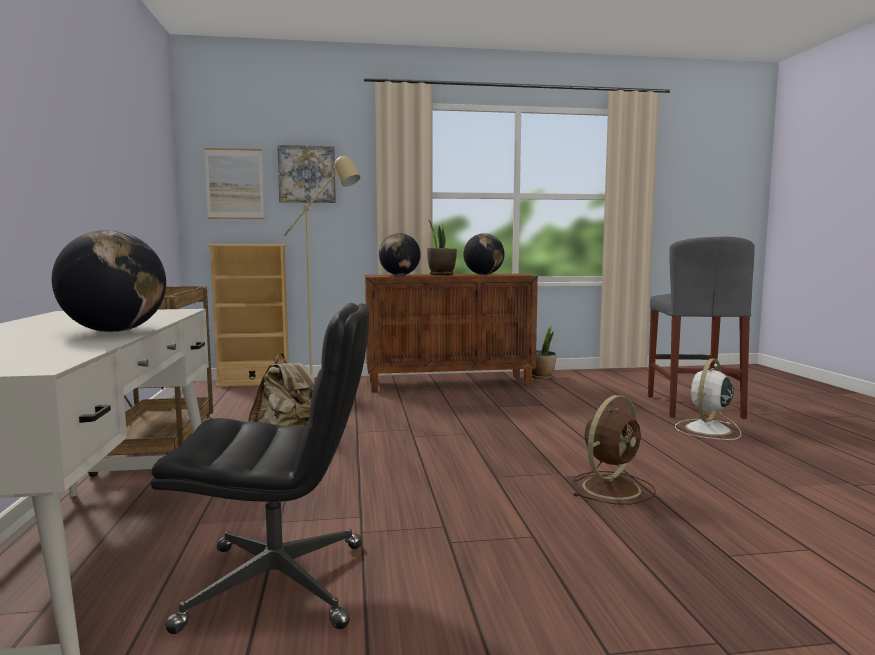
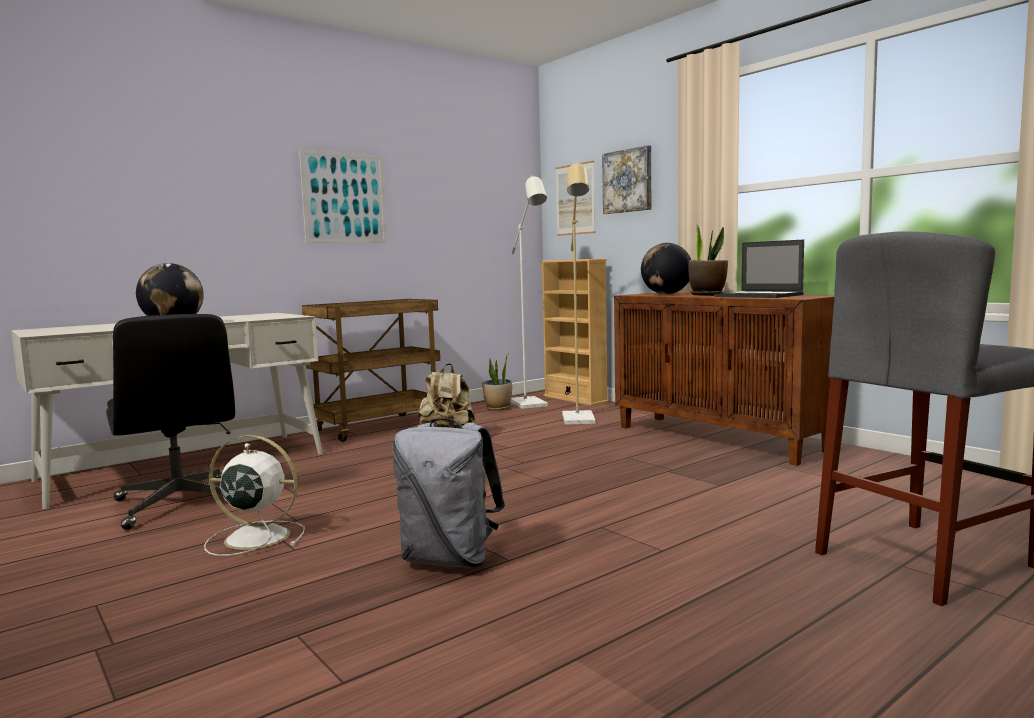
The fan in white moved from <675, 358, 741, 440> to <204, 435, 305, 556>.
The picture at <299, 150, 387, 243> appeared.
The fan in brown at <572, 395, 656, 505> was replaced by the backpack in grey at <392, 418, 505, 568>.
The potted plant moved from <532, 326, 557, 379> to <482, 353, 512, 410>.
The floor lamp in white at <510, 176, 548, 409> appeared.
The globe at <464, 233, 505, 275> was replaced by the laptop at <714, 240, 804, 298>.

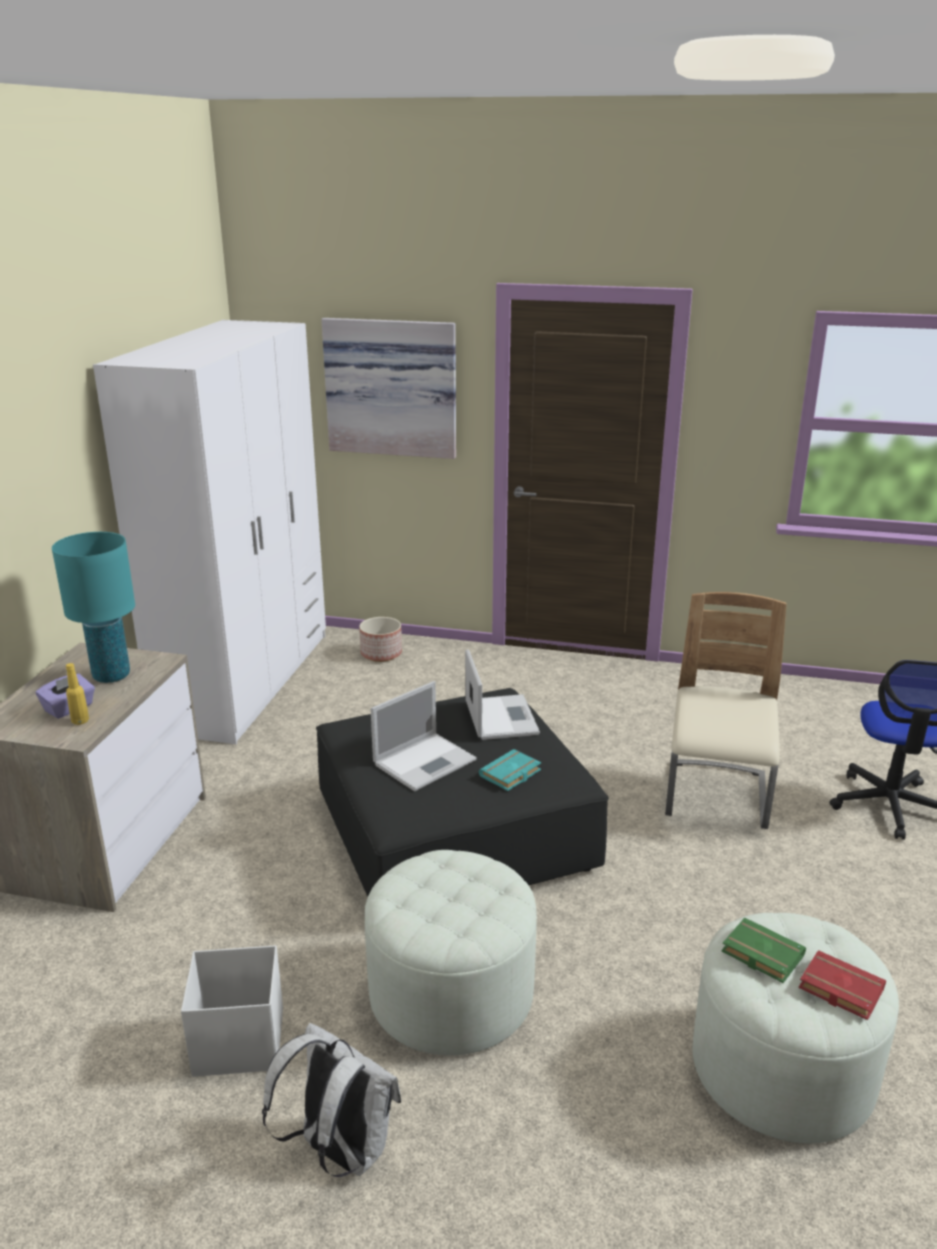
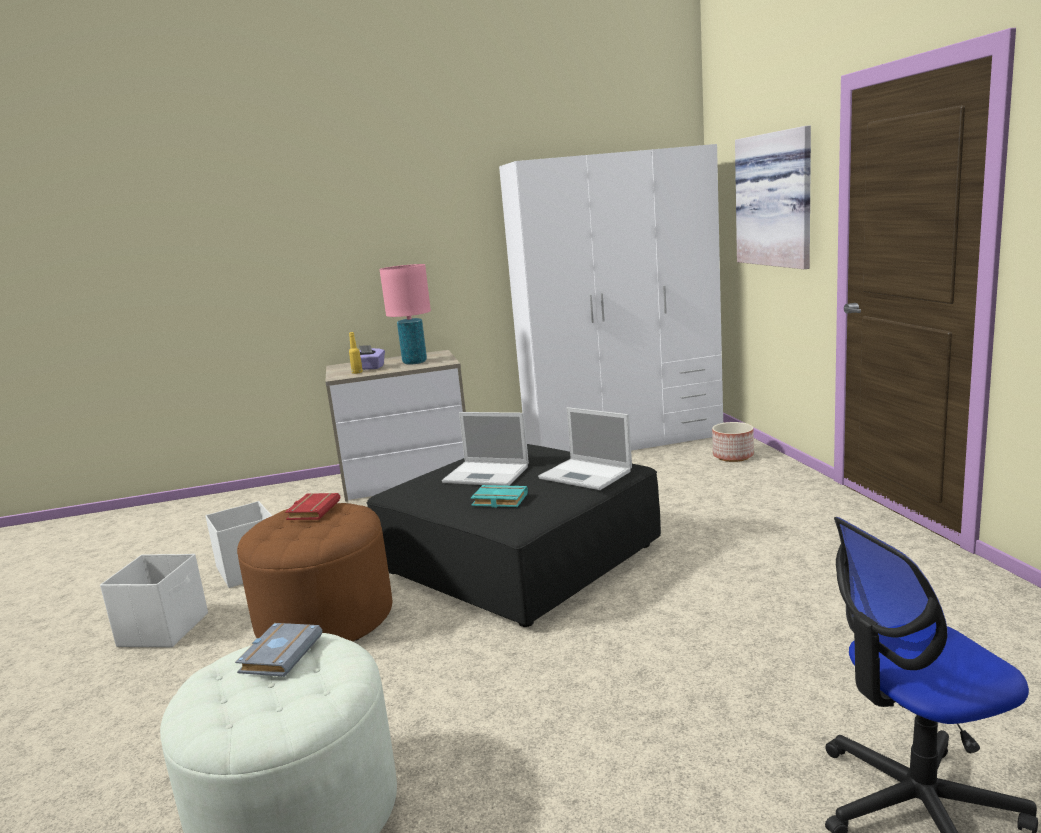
The backpack in white at <262, 1023, 401, 1177> was replaced by the storage box in white at <100, 554, 208, 647>.
The book in green at <722, 918, 806, 983> became the book in grey at <235, 623, 323, 677>.
The ottoman in white at <365, 850, 537, 1056> became the ottoman in brown at <237, 503, 392, 642>.
The book in red moved from <799, 950, 886, 1020> to <285, 493, 341, 520>.
The table lamp in turquoise at <52, 532, 135, 683> became the table lamp in pink at <380, 264, 431, 365>.
The laptop at <465, 649, 540, 740> turned 75 degrees clockwise.
The chair in beige at <665, 592, 786, 829> disappeared.

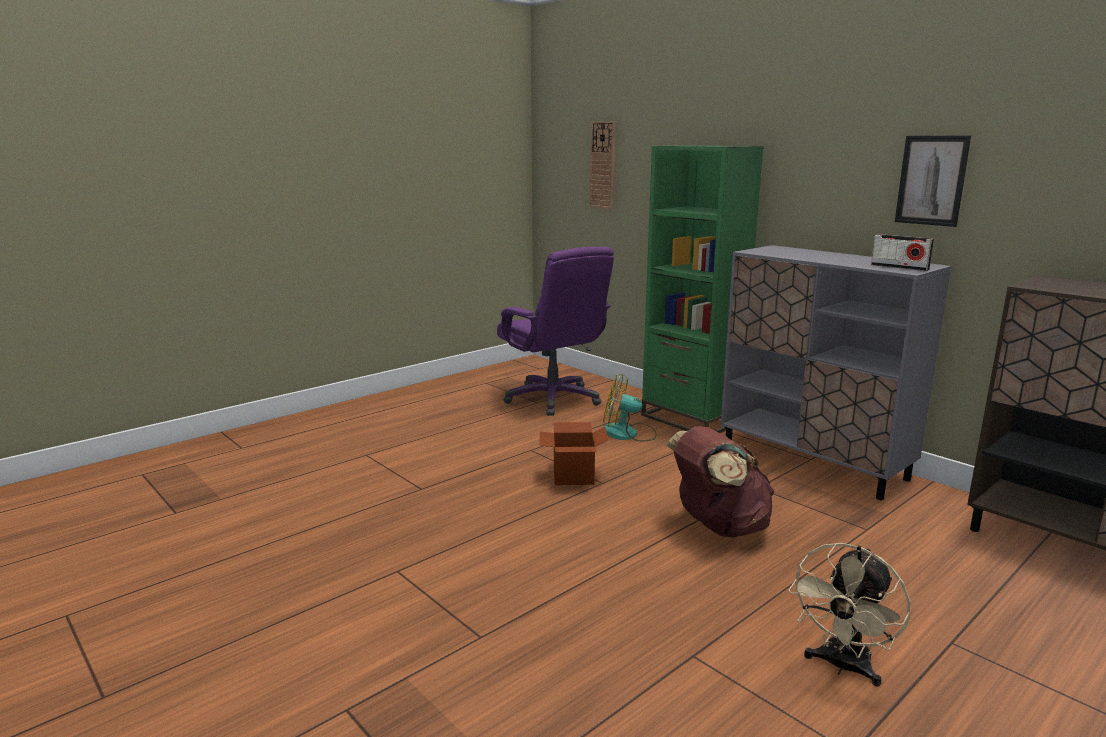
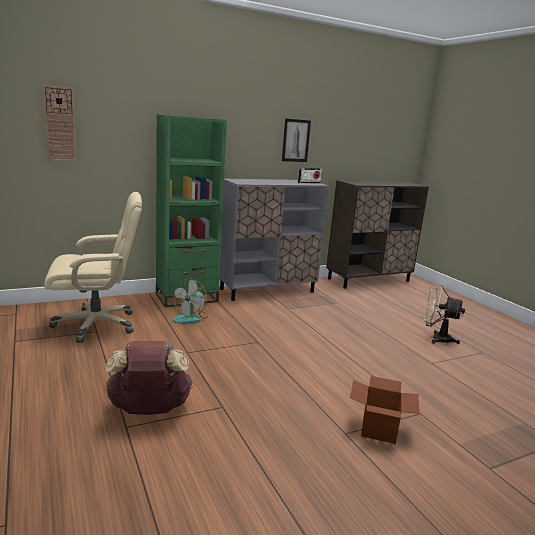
The office chair in purple at <497, 247, 614, 416> became the office chair in beige at <44, 192, 142, 343>.
The backpack in brown moved from <666, 426, 775, 537> to <105, 341, 193, 415>.
The cardboard box moved from <540, 422, 608, 485> to <350, 376, 420, 444>.
The fan in beige at <788, 543, 910, 687> turned 150 degrees clockwise.

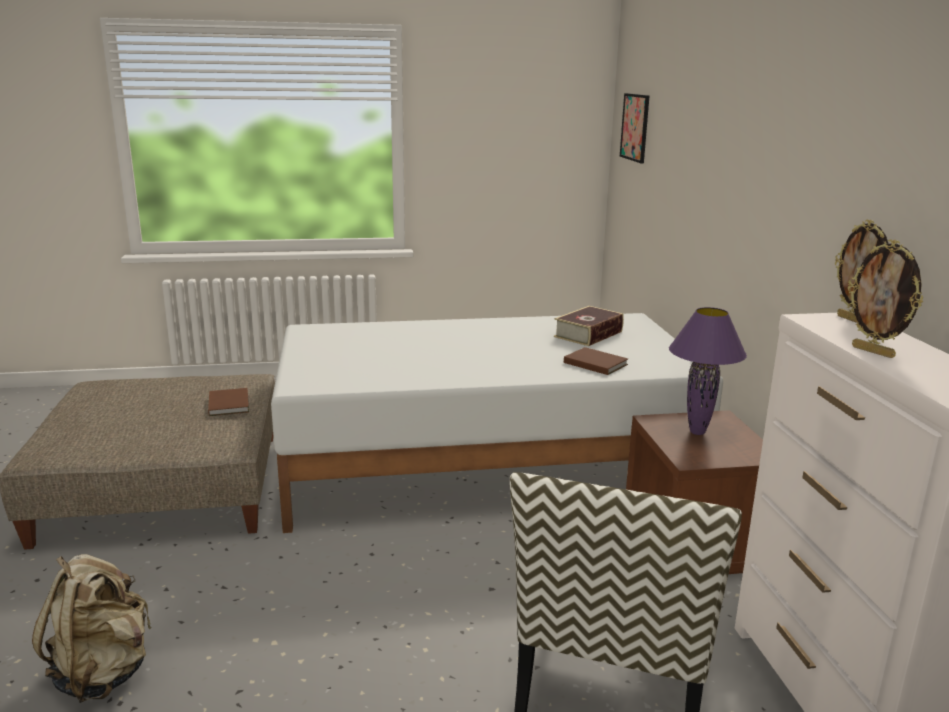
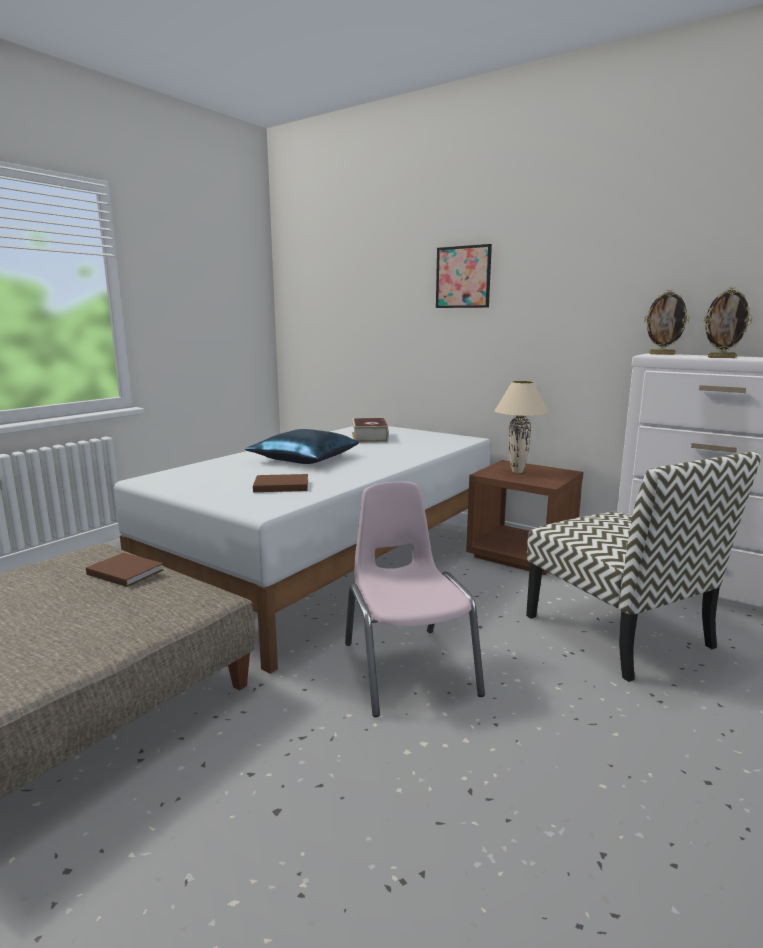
The pillow in blue at <245, 429, 359, 464> appeared.
The book in brown moved from <564, 347, 628, 375> to <253, 474, 308, 492>.
The chair in pink at <345, 481, 485, 717> appeared.
The picture moved from <620, 93, 650, 163> to <436, 244, 492, 308>.
The table lamp in purple at <669, 307, 747, 435> became the table lamp in beige at <494, 381, 549, 473>.
The backpack in beige at <32, 554, 151, 703> disappeared.

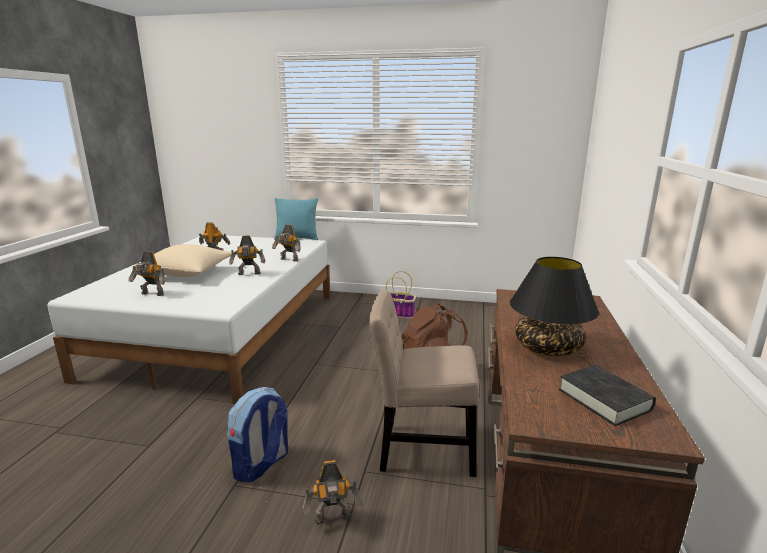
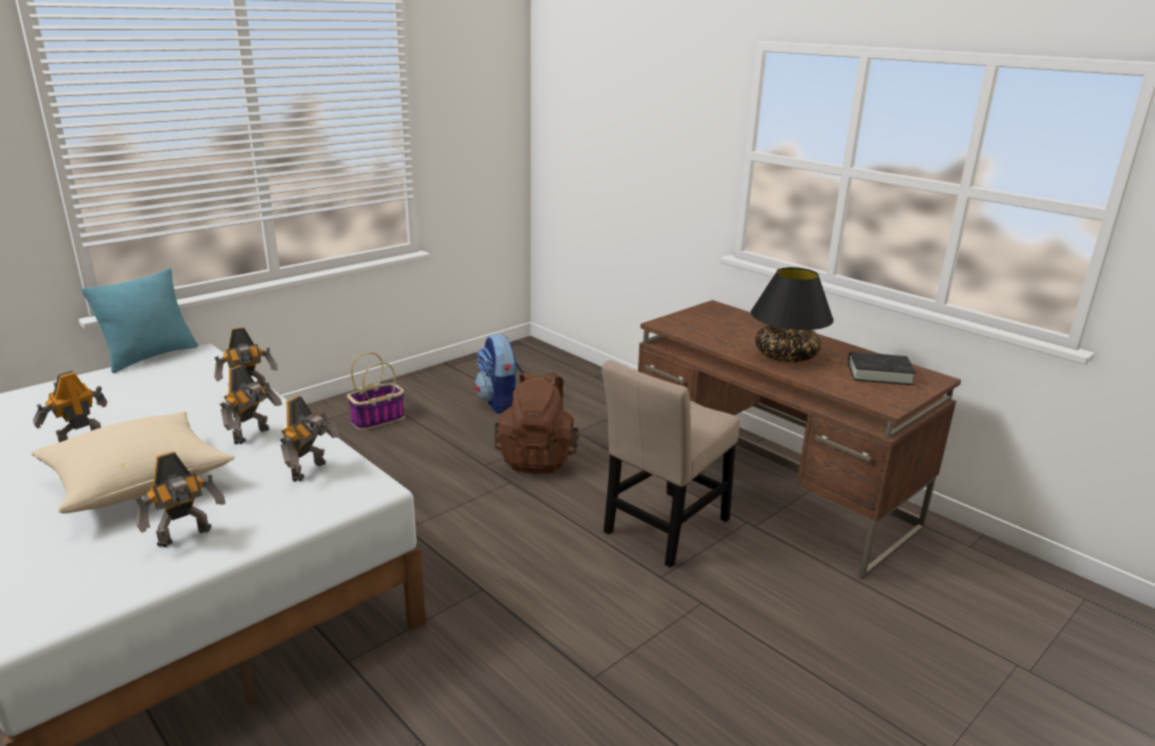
The toy robot moved from <303, 460, 361, 525> to <280, 396, 340, 482>.
The backpack moved from <227, 387, 288, 483> to <475, 333, 523, 414>.

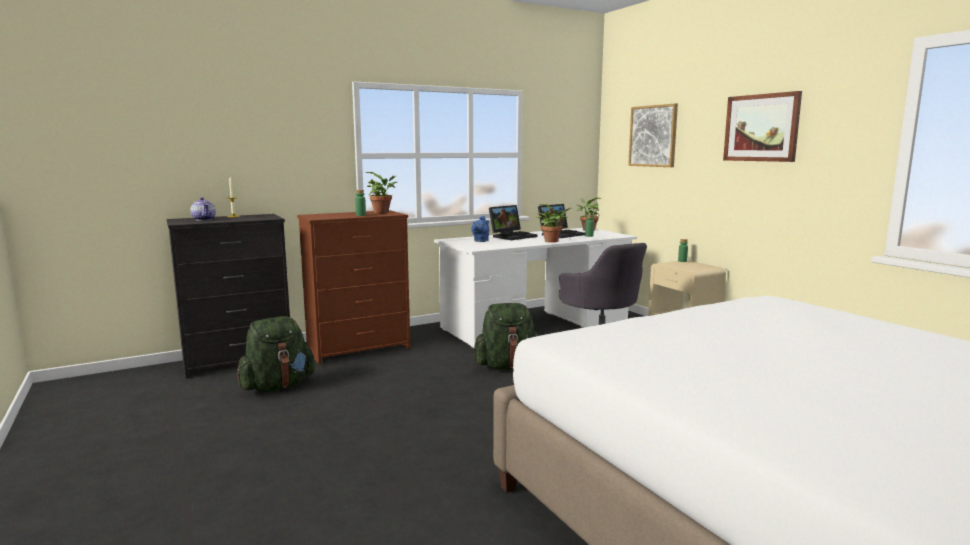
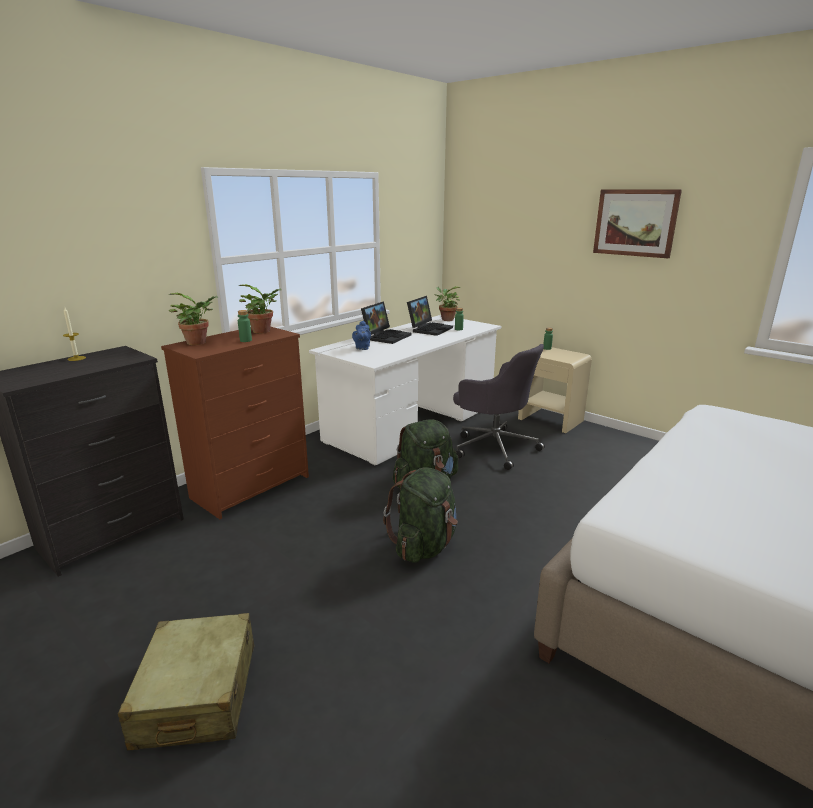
The suitcase in beige at <118, 613, 254, 750> appeared.
The potted plant moved from <536, 204, 573, 243> to <169, 293, 218, 345>.
The backpack in green moved from <237, 316, 315, 392> to <383, 467, 458, 563>.
The teapot at <191, 197, 216, 221> disappeared.
The picture at <628, 104, 678, 167> disappeared.

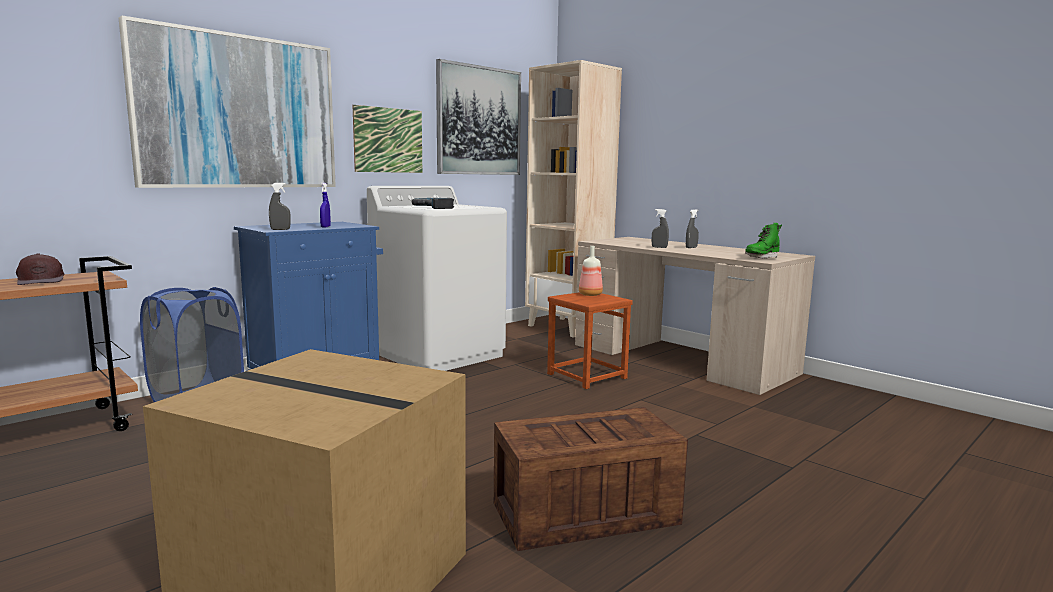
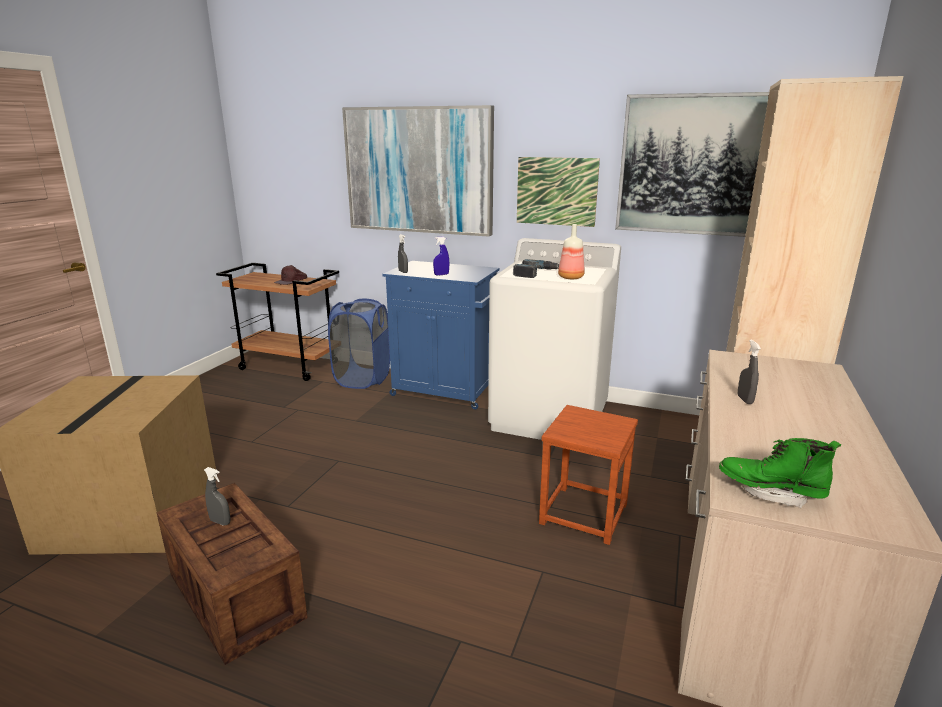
The spray bottle in grey moved from <686, 209, 699, 248> to <204, 467, 230, 525>.
The bottle moved from <579, 246, 603, 296> to <558, 224, 585, 279>.

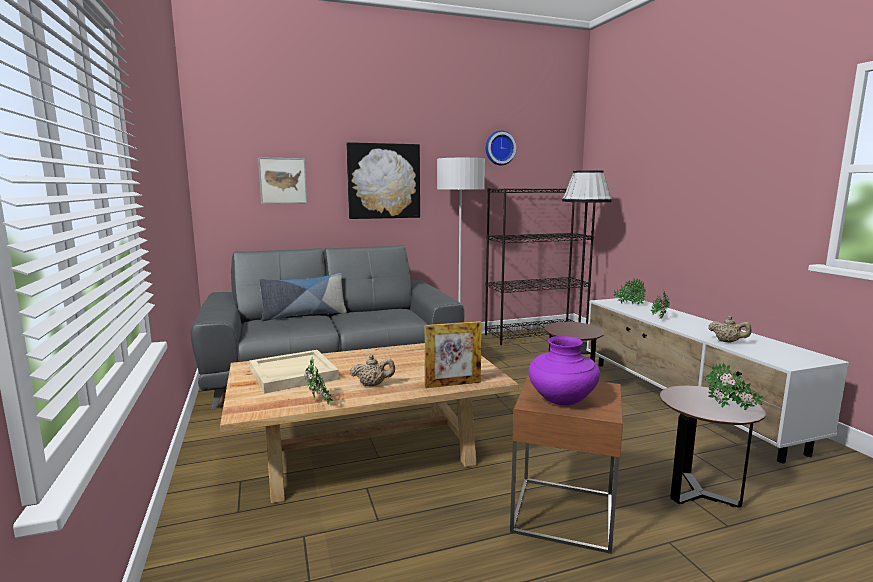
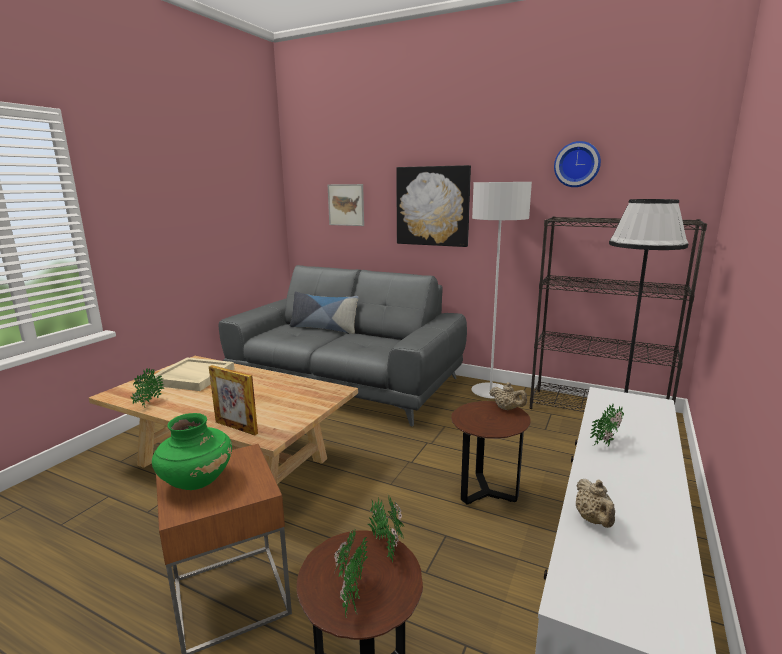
The vase in purple at <528, 336, 600, 406> became the vase in green at <152, 413, 232, 490>.
The potted plant moved from <613, 278, 646, 304> to <367, 493, 404, 562>.
The teapot in beige moved from <350, 355, 395, 386> to <490, 382, 527, 410>.

